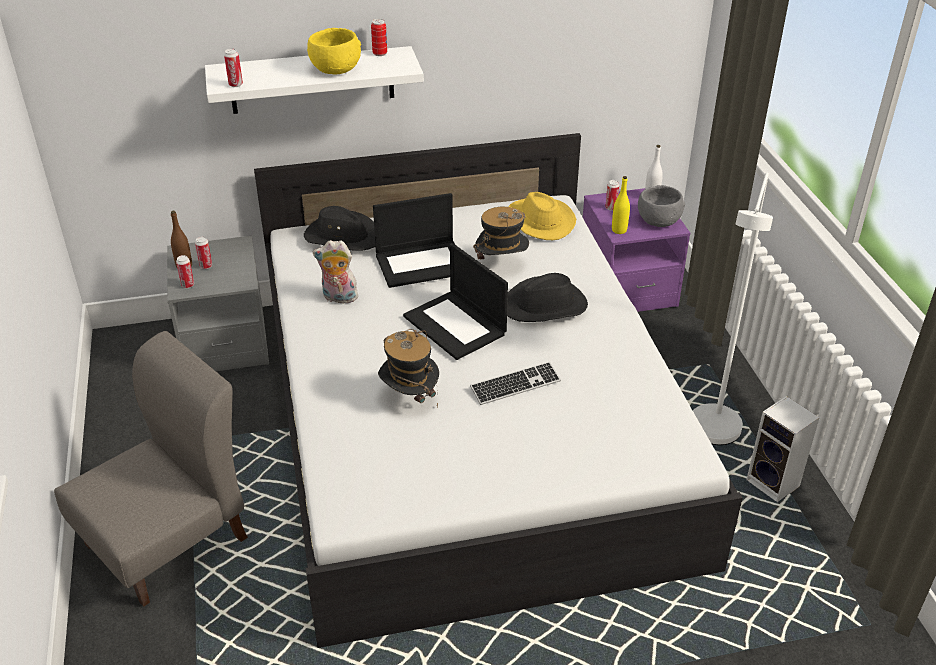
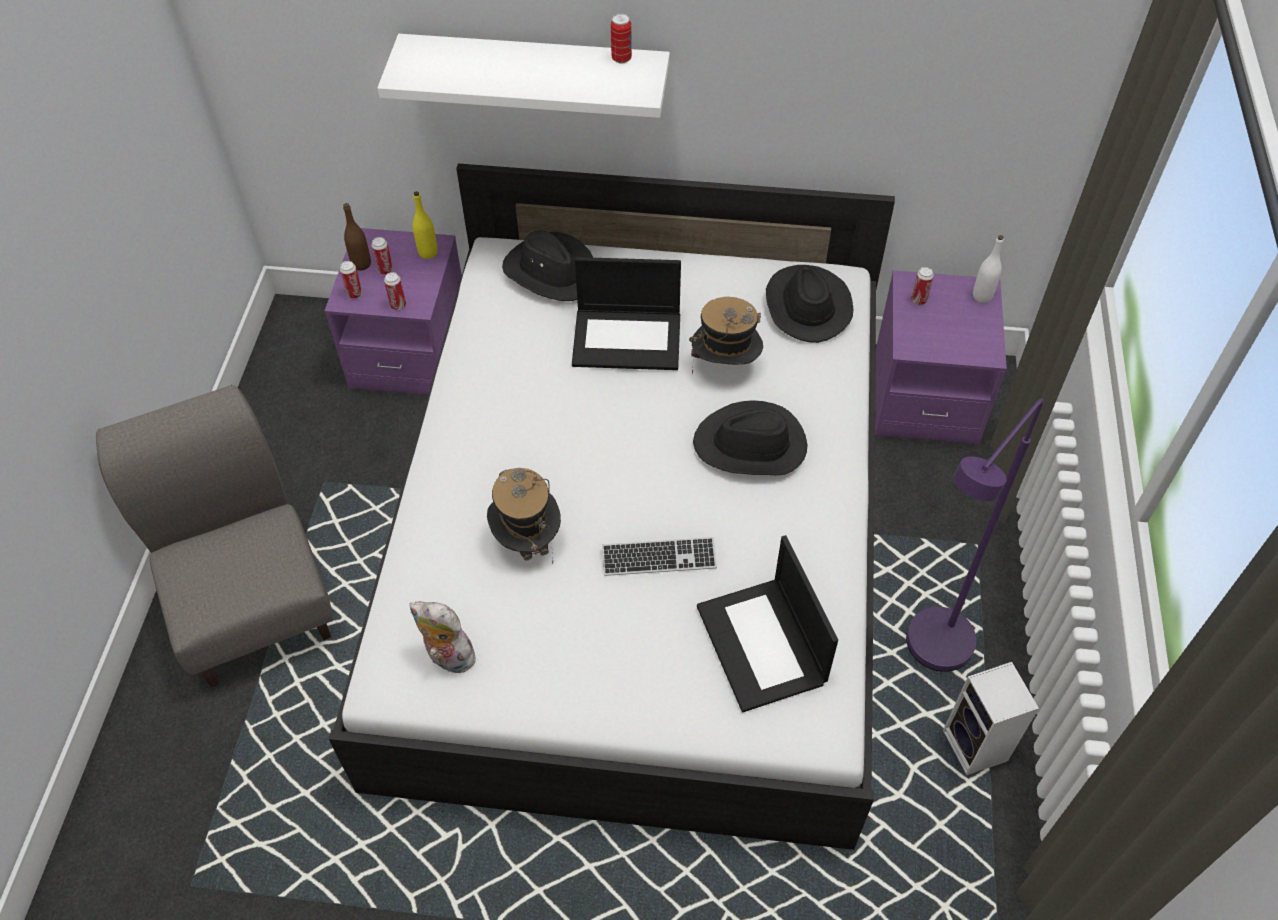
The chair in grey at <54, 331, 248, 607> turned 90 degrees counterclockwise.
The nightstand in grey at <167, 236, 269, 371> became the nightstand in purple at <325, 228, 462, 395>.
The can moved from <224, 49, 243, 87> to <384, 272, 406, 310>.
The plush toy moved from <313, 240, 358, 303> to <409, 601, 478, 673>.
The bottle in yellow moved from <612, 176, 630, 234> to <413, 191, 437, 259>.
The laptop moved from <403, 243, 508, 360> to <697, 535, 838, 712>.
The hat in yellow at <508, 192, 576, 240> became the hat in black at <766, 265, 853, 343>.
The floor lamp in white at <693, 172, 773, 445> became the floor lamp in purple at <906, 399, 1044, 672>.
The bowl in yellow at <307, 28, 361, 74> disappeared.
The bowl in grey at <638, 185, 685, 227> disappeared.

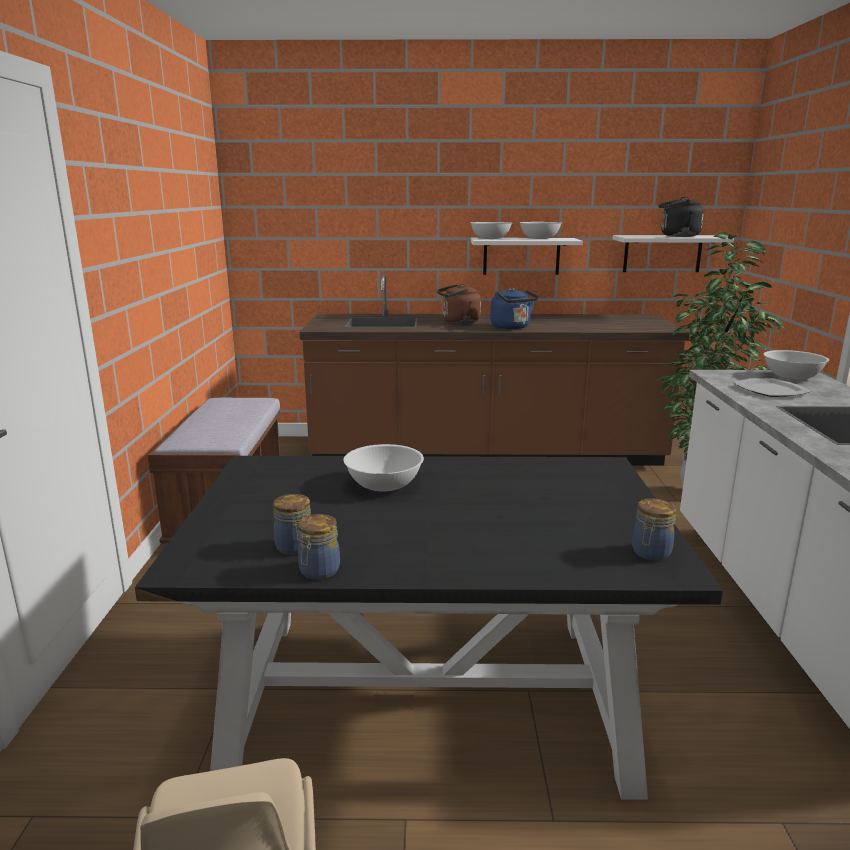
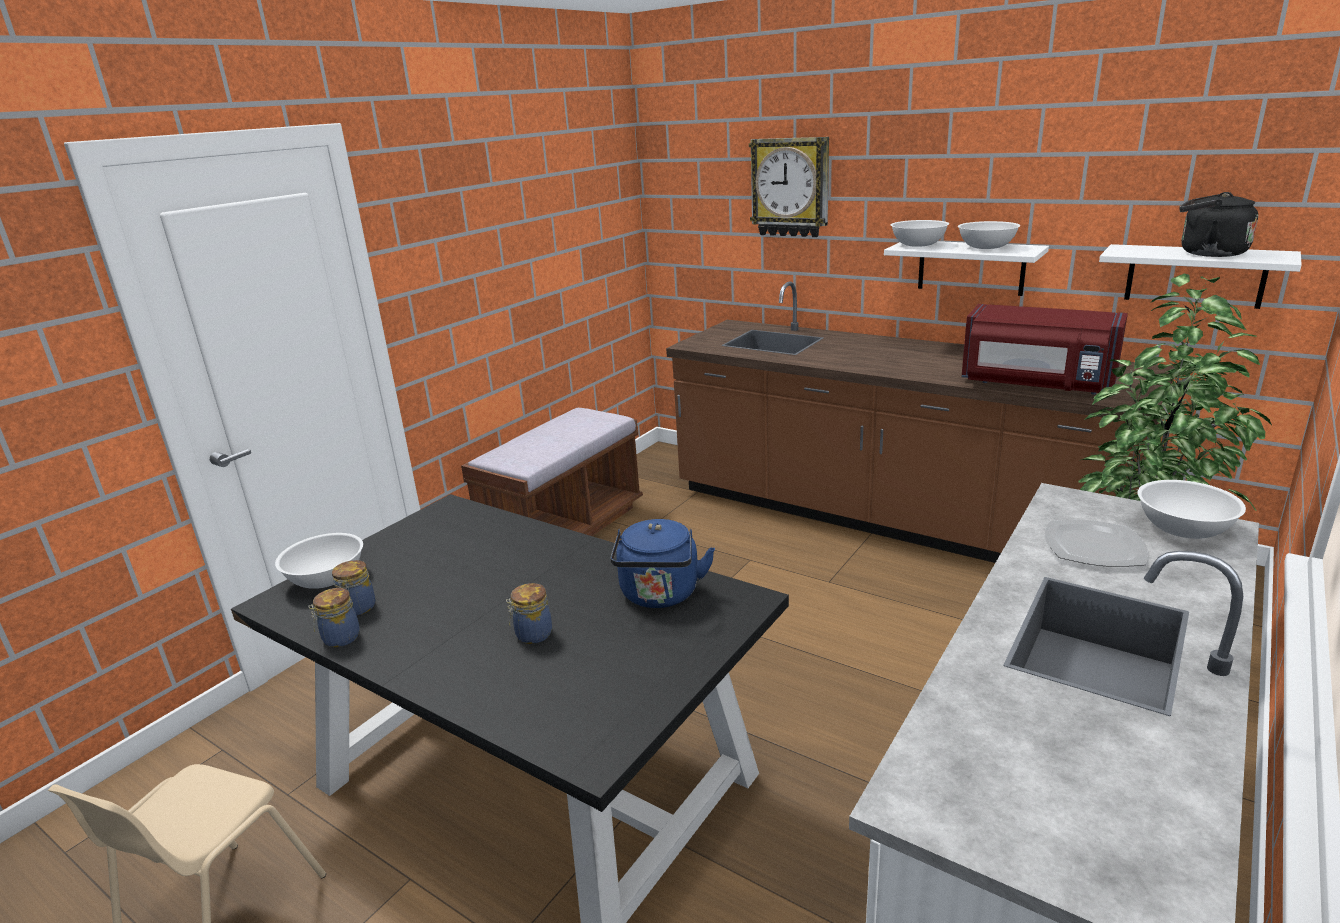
The bowl in white moved from <343, 444, 424, 491> to <275, 533, 363, 589>.
The jar moved from <632, 498, 676, 561> to <506, 583, 552, 644>.
The kettle in blue moved from <490, 288, 539, 329> to <610, 519, 715, 608>.
The wall clock at <749, 137, 829, 237> appeared.
The microwave in red at <962, 304, 1128, 395> appeared.
The kettle in brown at <437, 284, 481, 324> disappeared.

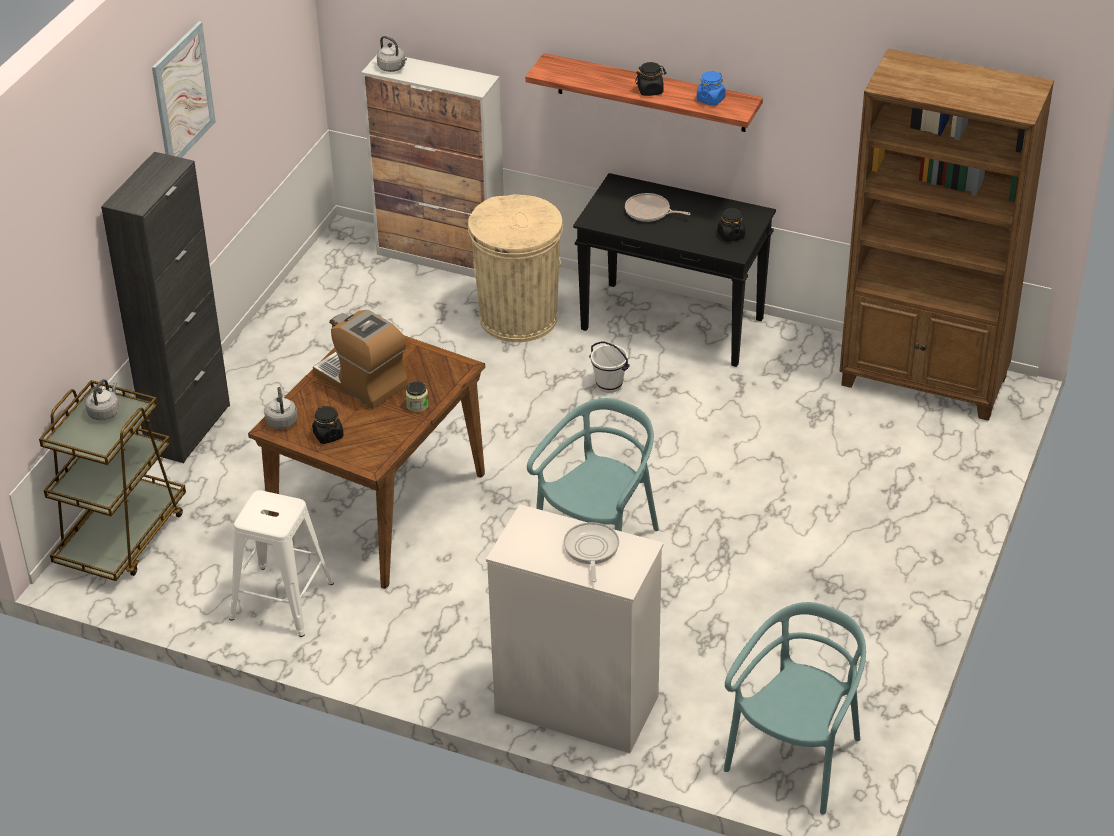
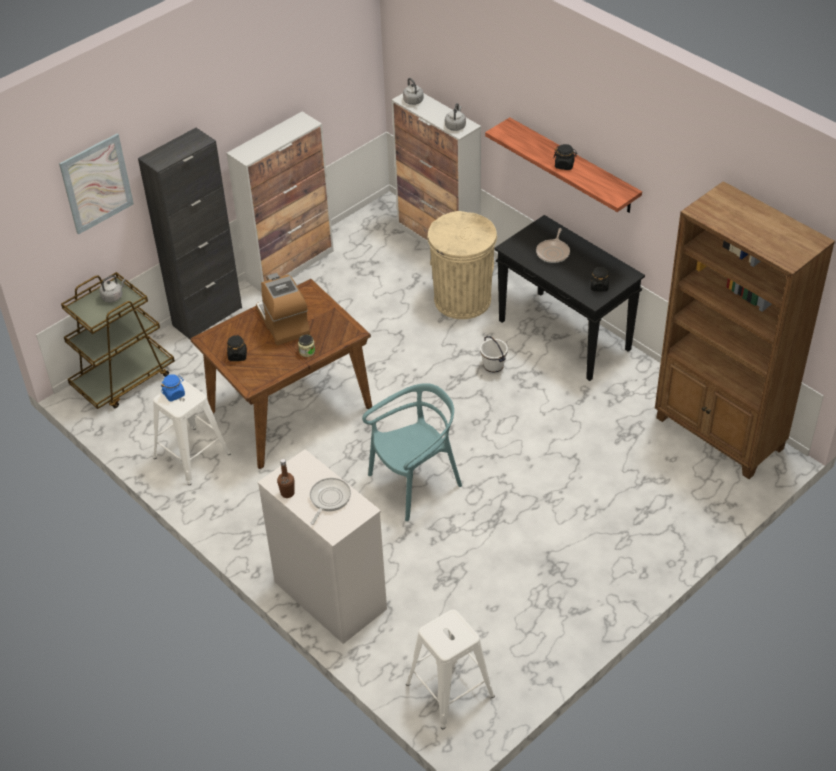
The picture moved from <152, 21, 216, 158> to <59, 133, 134, 235>.
The jar in blue moved from <697, 71, 726, 106> to <161, 374, 185, 401>.
The cabinet at <227, 111, 334, 292> appeared.
The bottle in brown at <277, 459, 295, 498> appeared.
The chair in turquoise at <724, 602, 866, 815> was replaced by the stool in white at <406, 609, 495, 729>.
The kettle in grey moved from <264, 387, 297, 429> to <445, 103, 466, 131>.
The frying pan at <625, 193, 690, 222> turned 120 degrees counterclockwise.

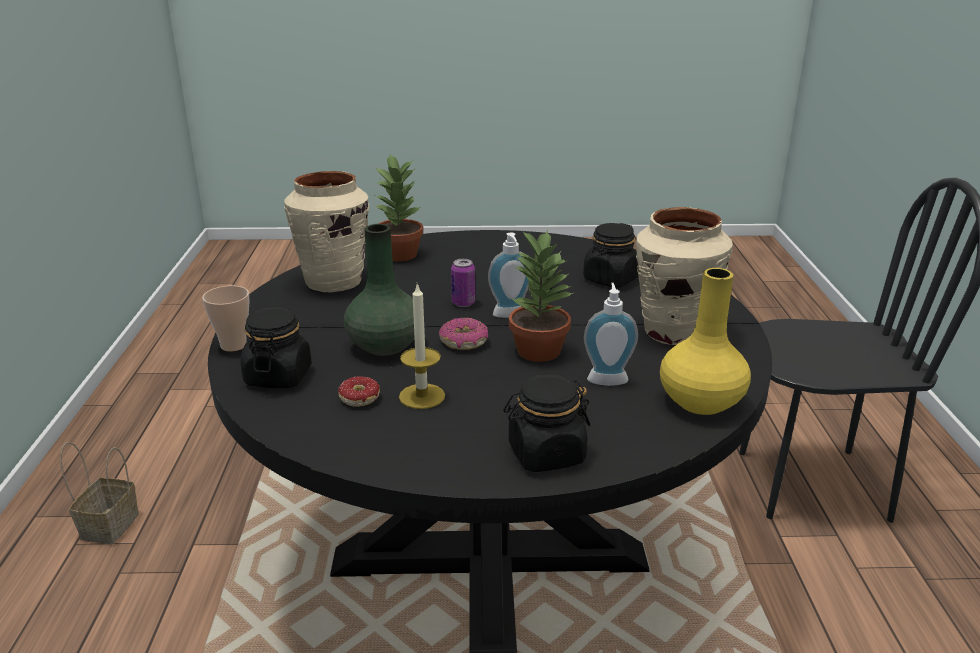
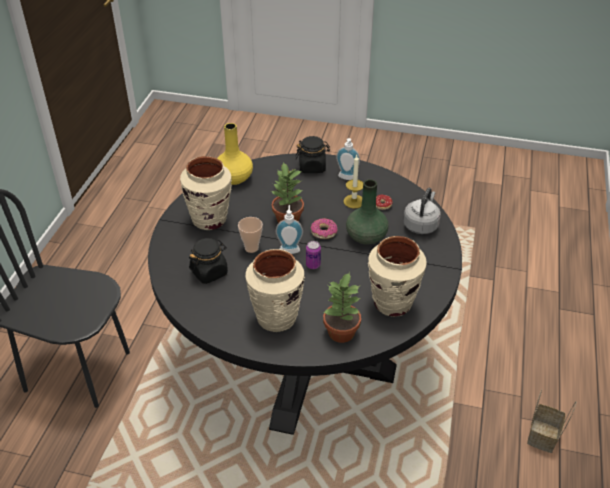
The cup moved from <202, 286, 250, 352> to <238, 217, 263, 253>.
The vase in beige at <245, 249, 305, 332> appeared.
The soap dispenser moved from <584, 283, 638, 386> to <336, 138, 360, 180>.
The jar in black at <240, 307, 312, 388> was replaced by the kettle in grey at <403, 188, 441, 234>.

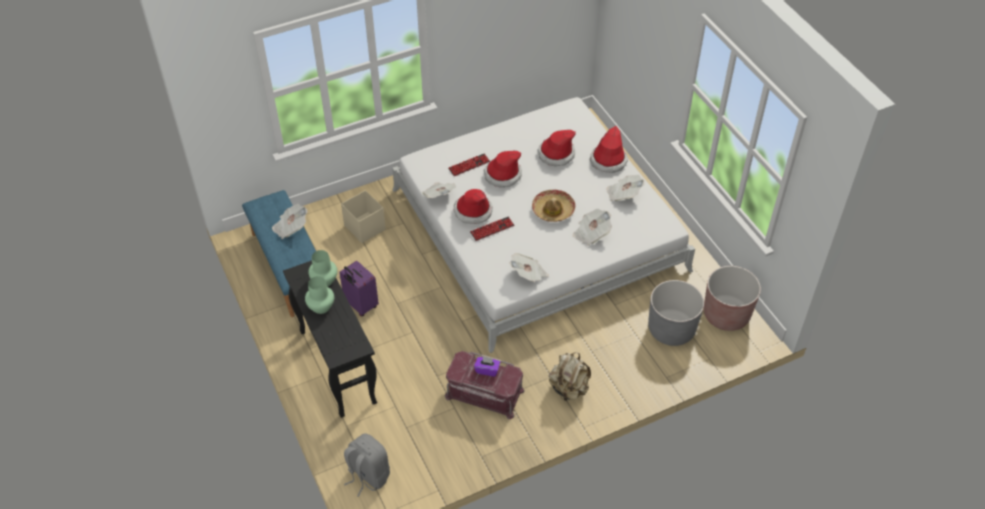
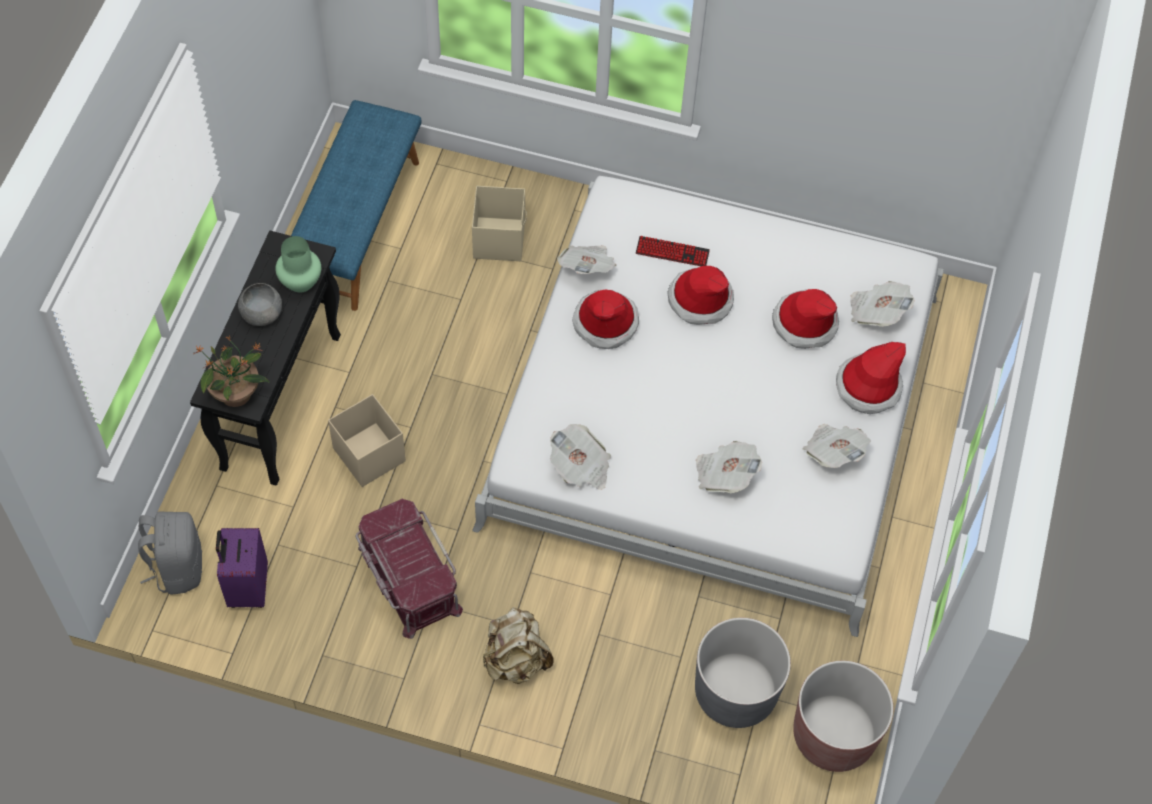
The potted plant at <194, 336, 270, 407> appeared.
The suitcase in purple moved from <339, 261, 379, 316> to <216, 528, 268, 608>.
The vase in green at <305, 276, 334, 314> was replaced by the bowl in grey at <238, 283, 282, 326>.
The storage box in beige at <328, 394, 406, 487> appeared.
The newspaper moved from <272, 204, 308, 239> to <850, 281, 914, 327>.
The keyboard at <470, 217, 514, 241> disappeared.
The tissue box in purple at <474, 356, 500, 377> disappeared.
The hat at <532, 190, 576, 222> disappeared.

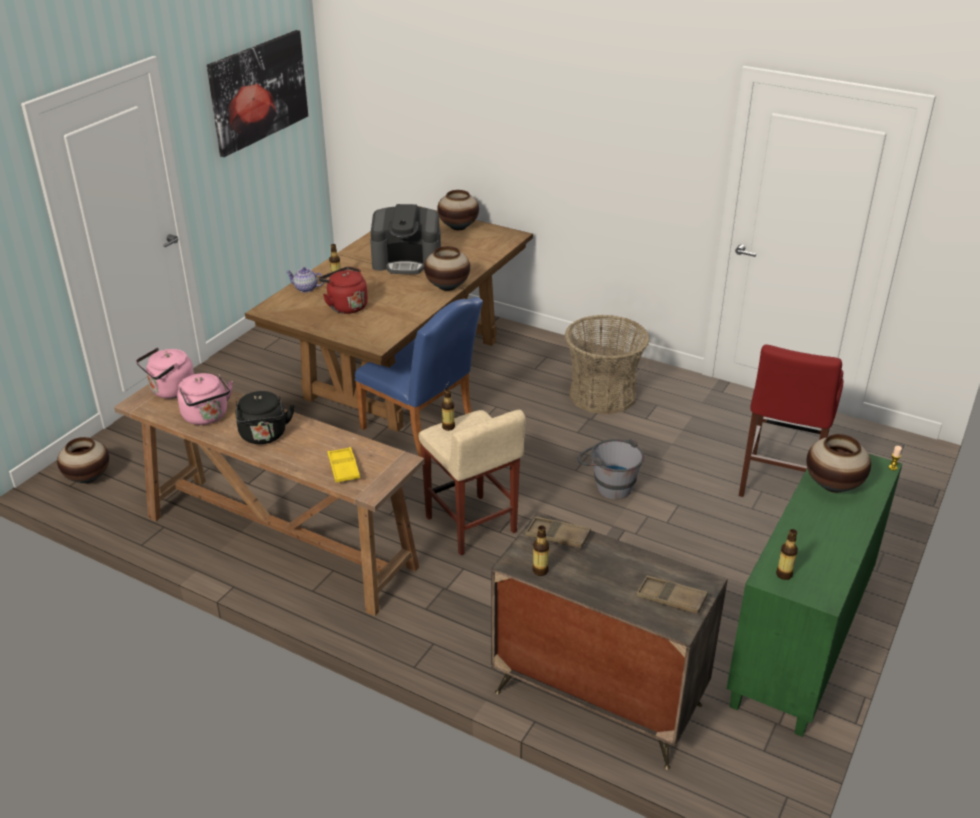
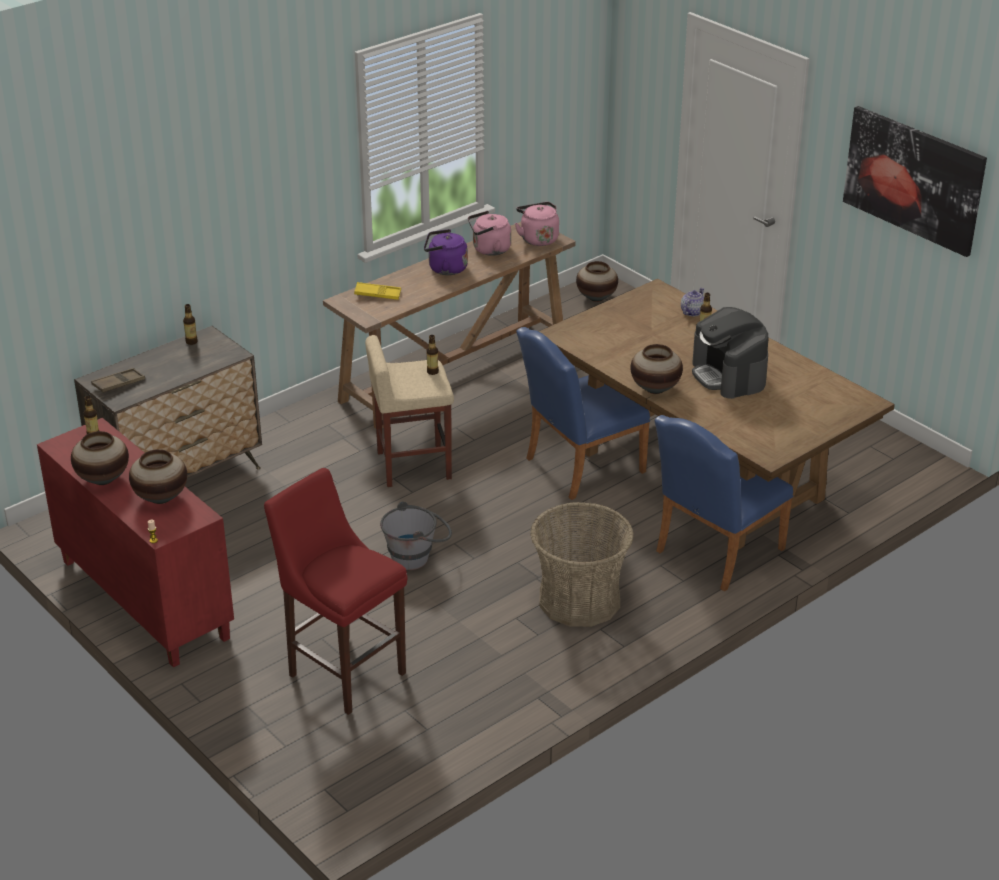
The cabinet in green at <726, 454, 903, 737> became the cabinet in red at <37, 418, 234, 668>.
The vase moved from <437, 190, 479, 230> to <71, 431, 129, 485>.
The kettle in black at <235, 391, 295, 444> became the kettle in purple at <424, 229, 468, 275>.
The chair in blue at <654, 415, 793, 591> appeared.
The coffee machine at <370, 204, 441, 274> turned 45 degrees counterclockwise.
The kettle in red at <319, 266, 368, 314> disappeared.
The tray in brown at <525, 517, 591, 548> disappeared.

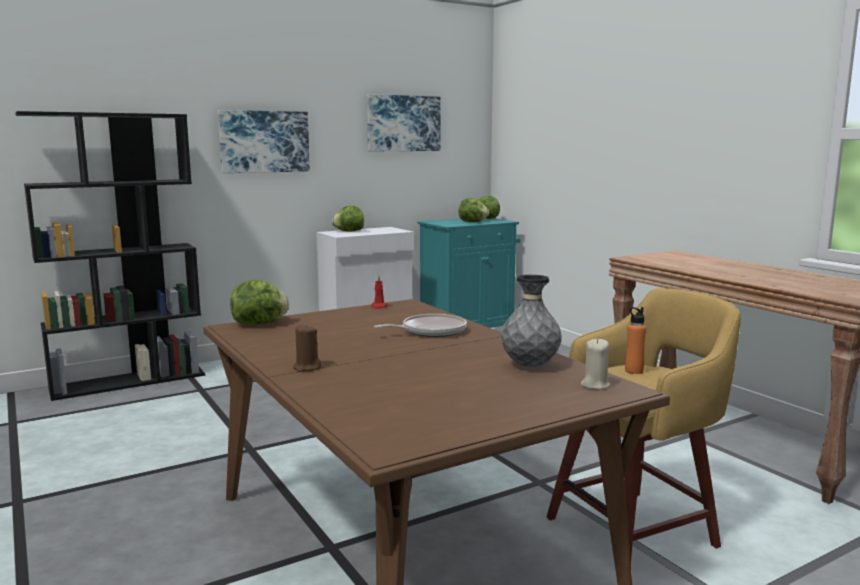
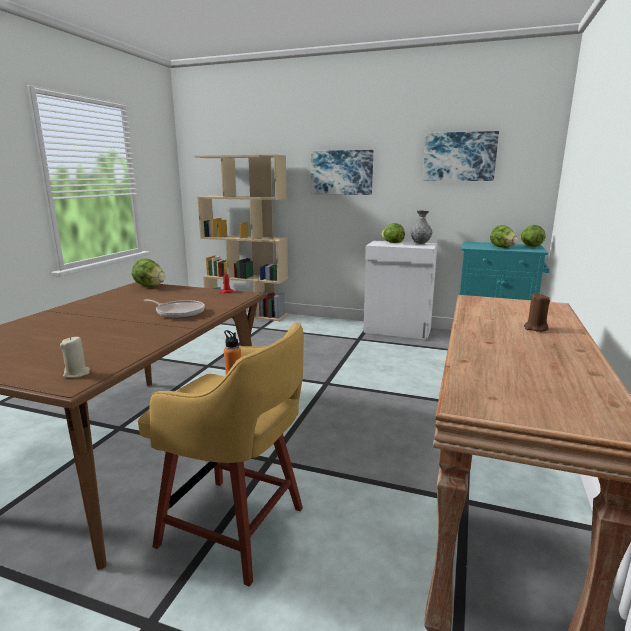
The bookcase in black at <15, 111, 205, 401> became the bookcase in beige at <194, 155, 289, 321>.
The vase in grey moved from <501, 275, 562, 367> to <410, 211, 432, 244>.
The candle in brown moved from <293, 324, 321, 372> to <524, 293, 550, 332>.

